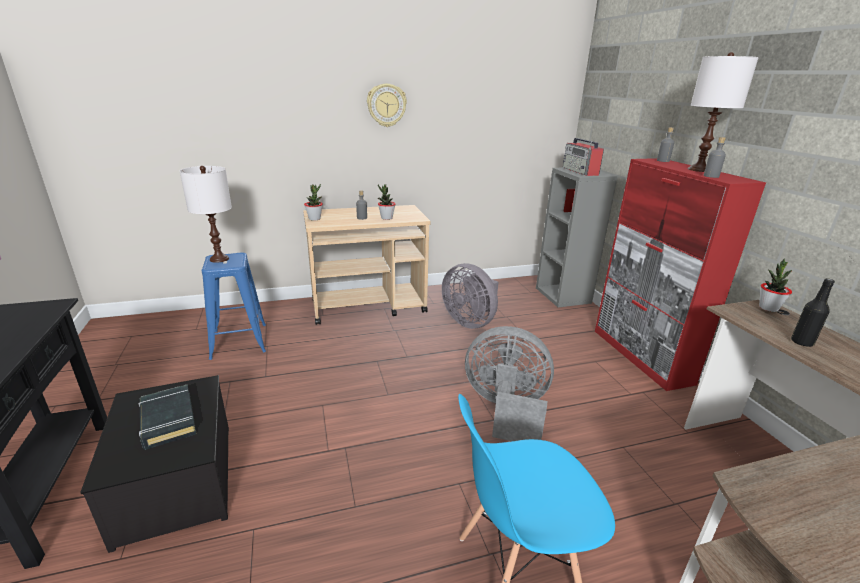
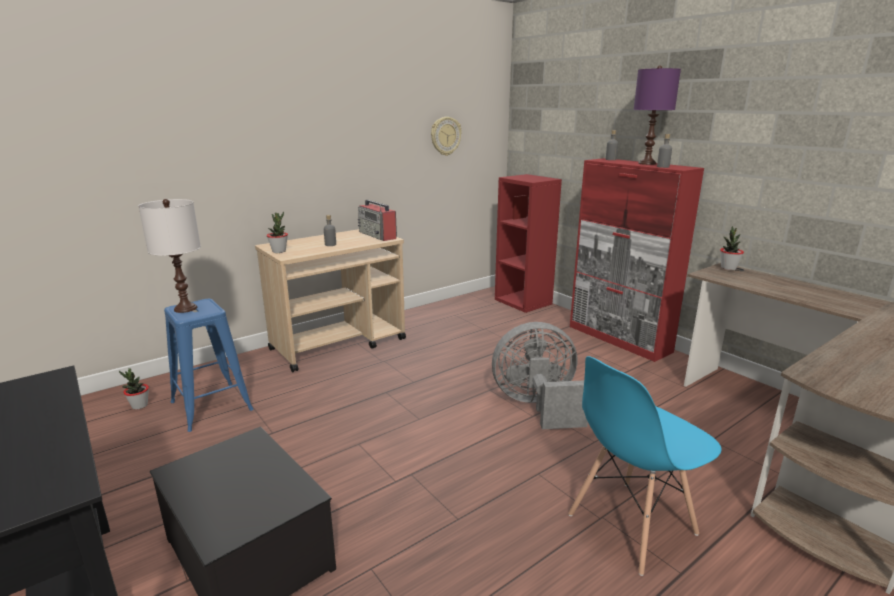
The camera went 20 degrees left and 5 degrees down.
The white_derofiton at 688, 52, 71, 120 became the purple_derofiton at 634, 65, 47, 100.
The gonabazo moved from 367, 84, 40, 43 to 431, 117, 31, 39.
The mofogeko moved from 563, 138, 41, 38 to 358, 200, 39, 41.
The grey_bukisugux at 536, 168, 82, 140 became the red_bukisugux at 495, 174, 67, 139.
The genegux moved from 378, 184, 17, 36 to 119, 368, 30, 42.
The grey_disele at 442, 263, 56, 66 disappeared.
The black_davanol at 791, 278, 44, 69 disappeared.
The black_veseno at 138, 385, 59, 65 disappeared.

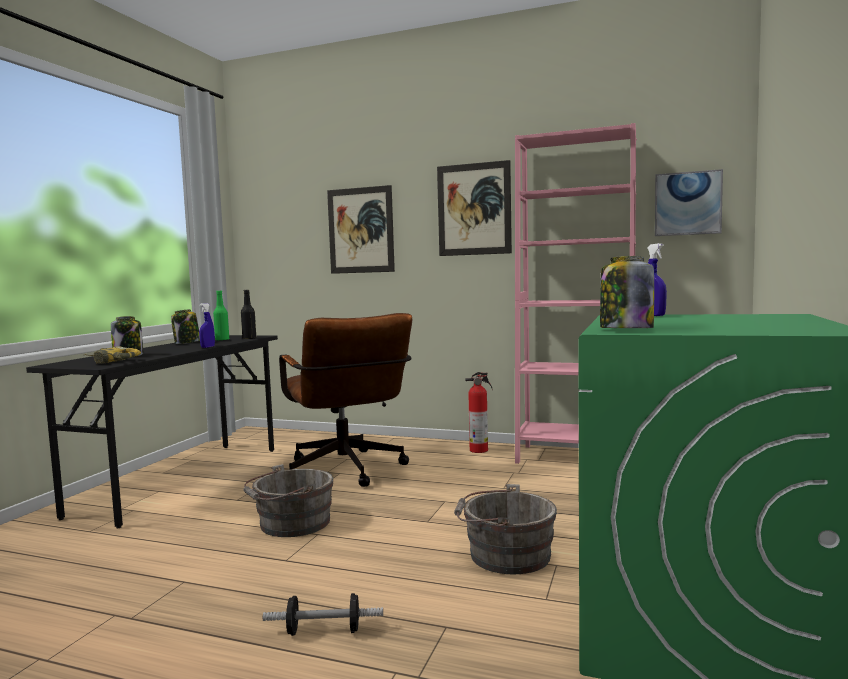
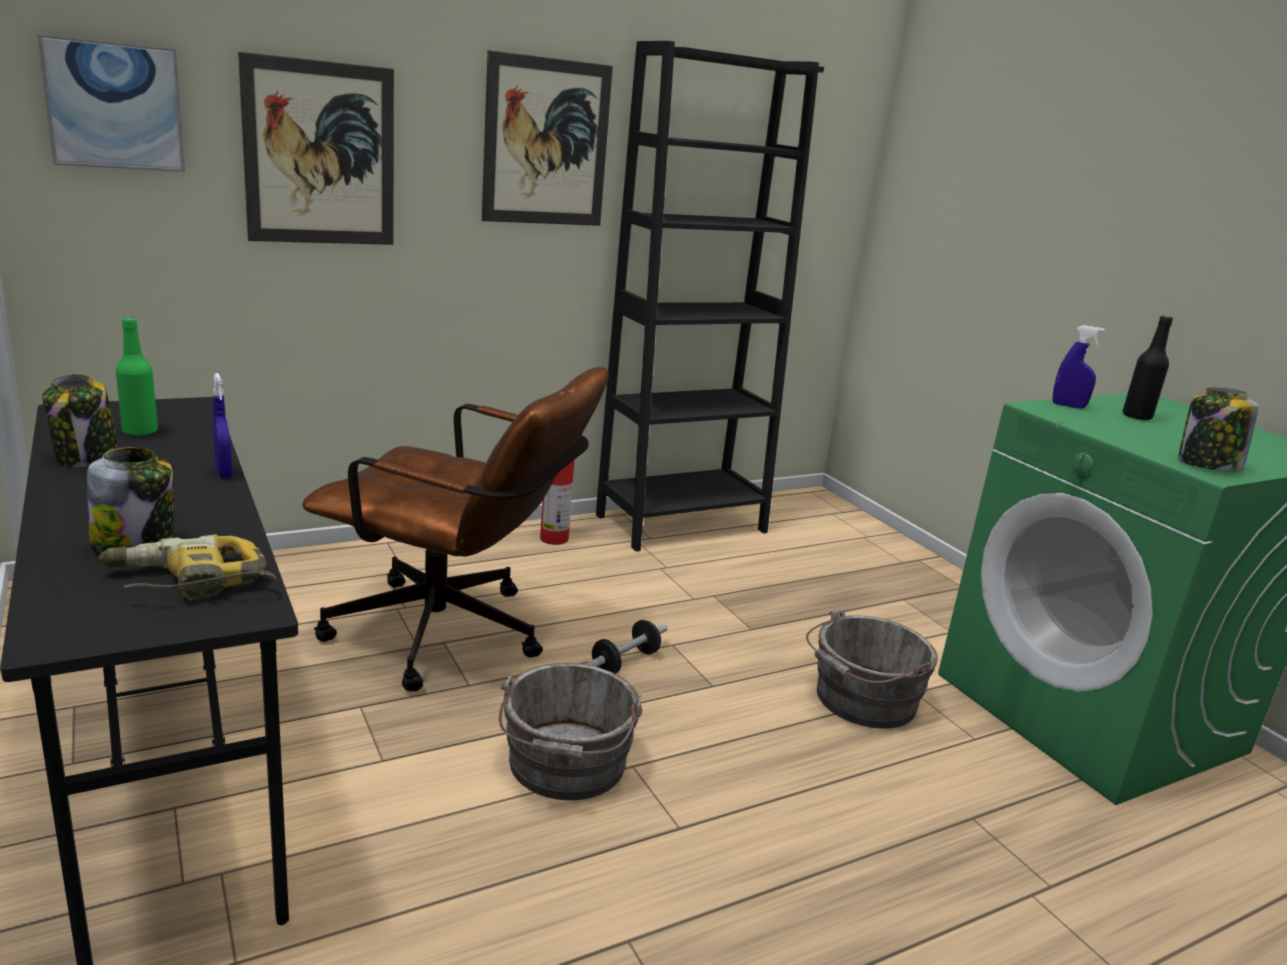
The camera went 50 degrees left and 15 degrees up.
The pink_bukisugux at 515, 123, 122, 341 became the black_bukisugux at 596, 41, 228, 510.
The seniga moved from 655, 169, 68, 67 to 38, 34, 147, 138.
The black_davanol moved from 241, 290, 15, 49 to 1122, 315, 51, 105.
The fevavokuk moved from 263, 593, 120, 43 to 586, 620, 82, 54.

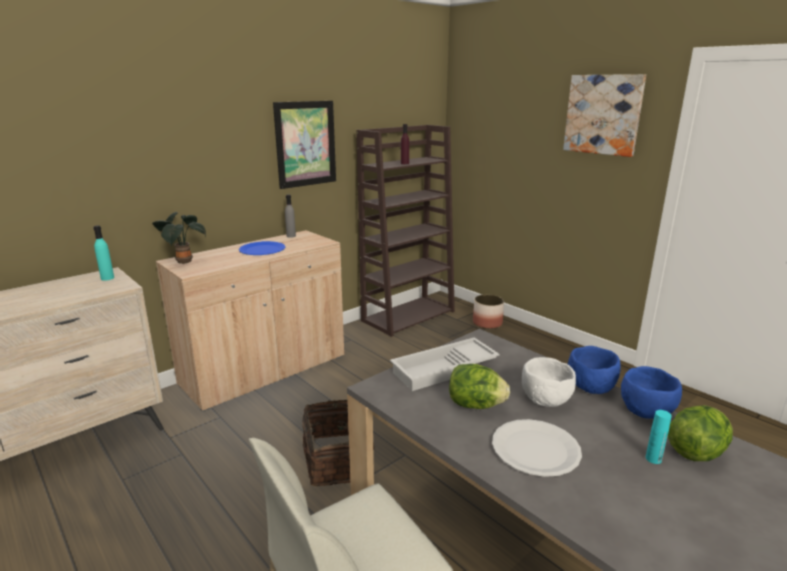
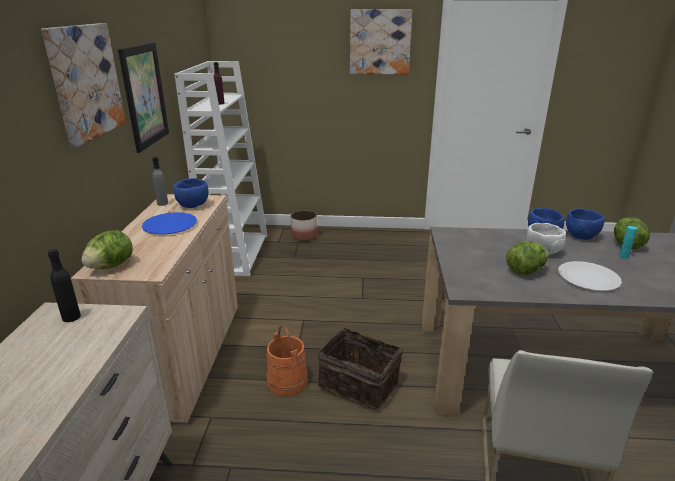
The camera went 45 degrees left and 5 degrees up.
The brown_bukisugux at 356, 125, 99, 212 became the white_bukisugux at 174, 61, 94, 215.
The genegux at 152, 212, 54, 52 was replaced by the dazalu at 81, 230, 52, 39.
The turquoise_davanol at 93, 225, 21, 56 became the black_davanol at 48, 249, 33, 73.
The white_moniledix at 390, 337, 110, 54 disappeared.
The seniga at 41, 23, 85, 124 appeared.
The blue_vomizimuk at 174, 178, 35, 30 appeared.
The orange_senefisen at 267, 325, 41, 71 appeared.

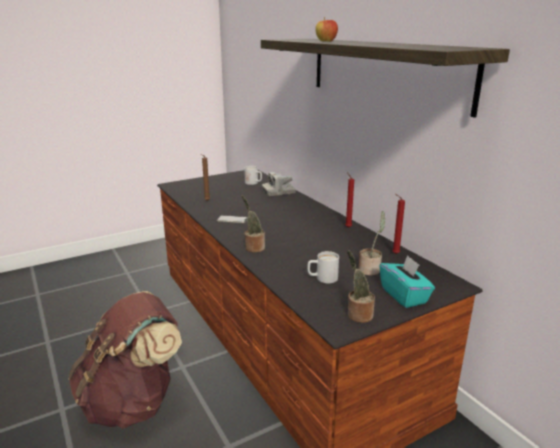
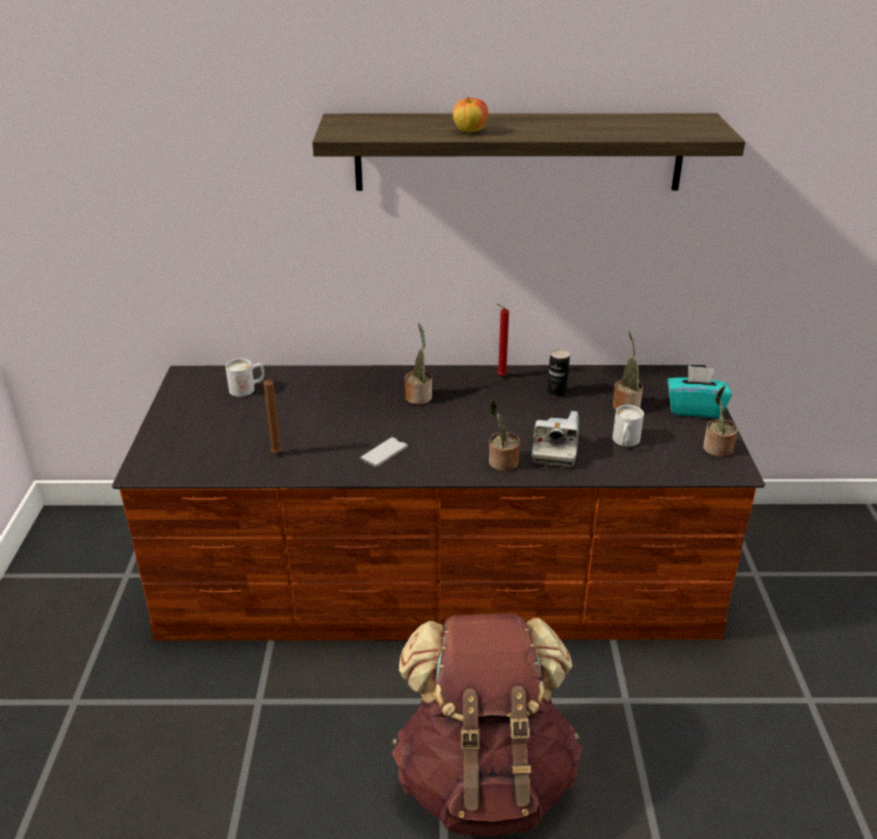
The camera went 60 degrees left and 10 degrees up.
The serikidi moved from 262, 172, 34, 24 to 531, 411, 48, 56.
The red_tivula at 392, 194, 13, 60 disappeared.
The genegux at 405, 323, 27, 81 appeared.
The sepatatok at 547, 349, 23, 48 appeared.

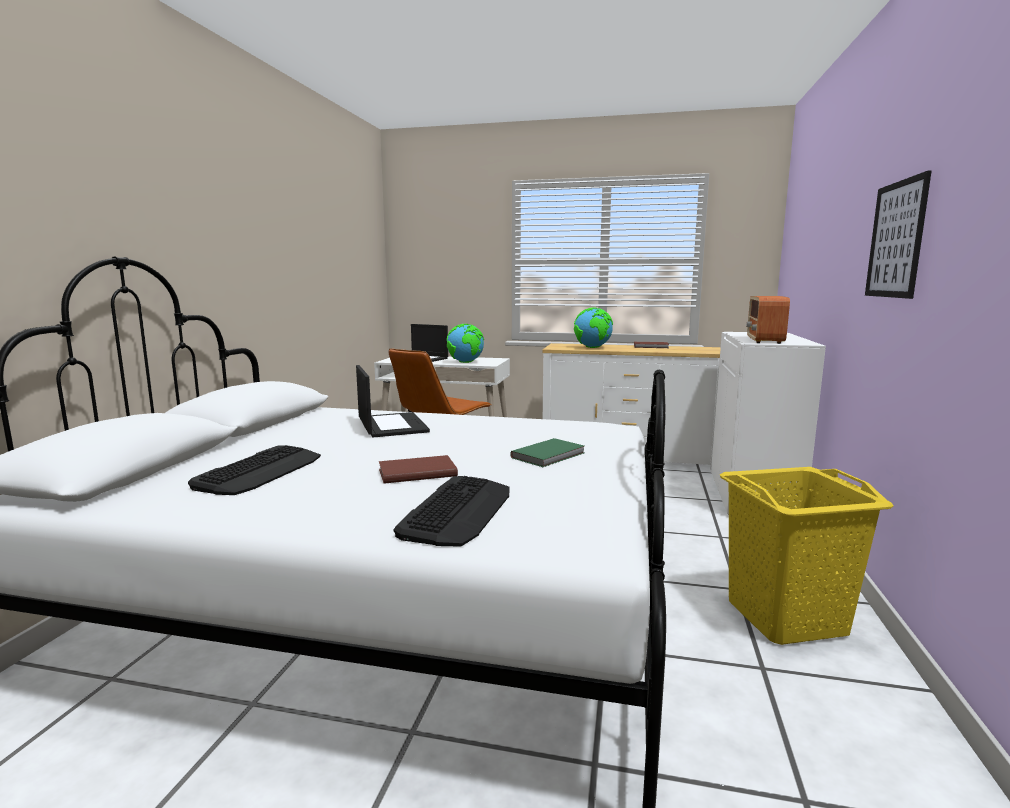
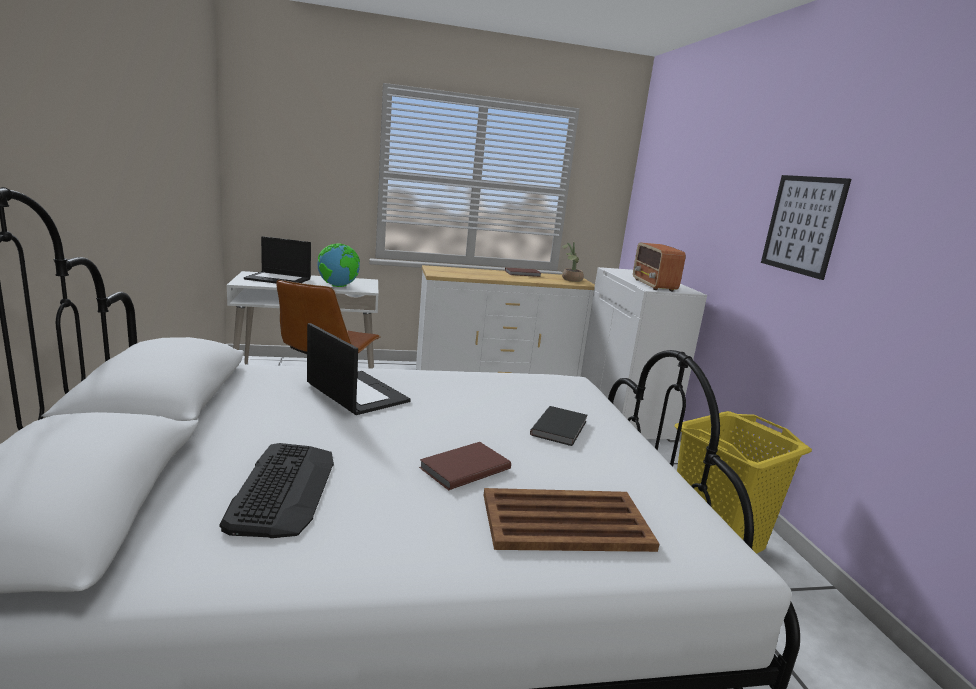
The camera went 25 degrees left and 5 degrees up.
The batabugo at 574, 307, 39, 41 disappeared.
The green_veseno at 510, 438, 74, 29 became the black_veseno at 530, 406, 57, 40.
The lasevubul at 393, 476, 116, 71 was replaced by the brown_moniledix at 484, 488, 175, 64.
The genegux at 562, 242, 22, 40 appeared.

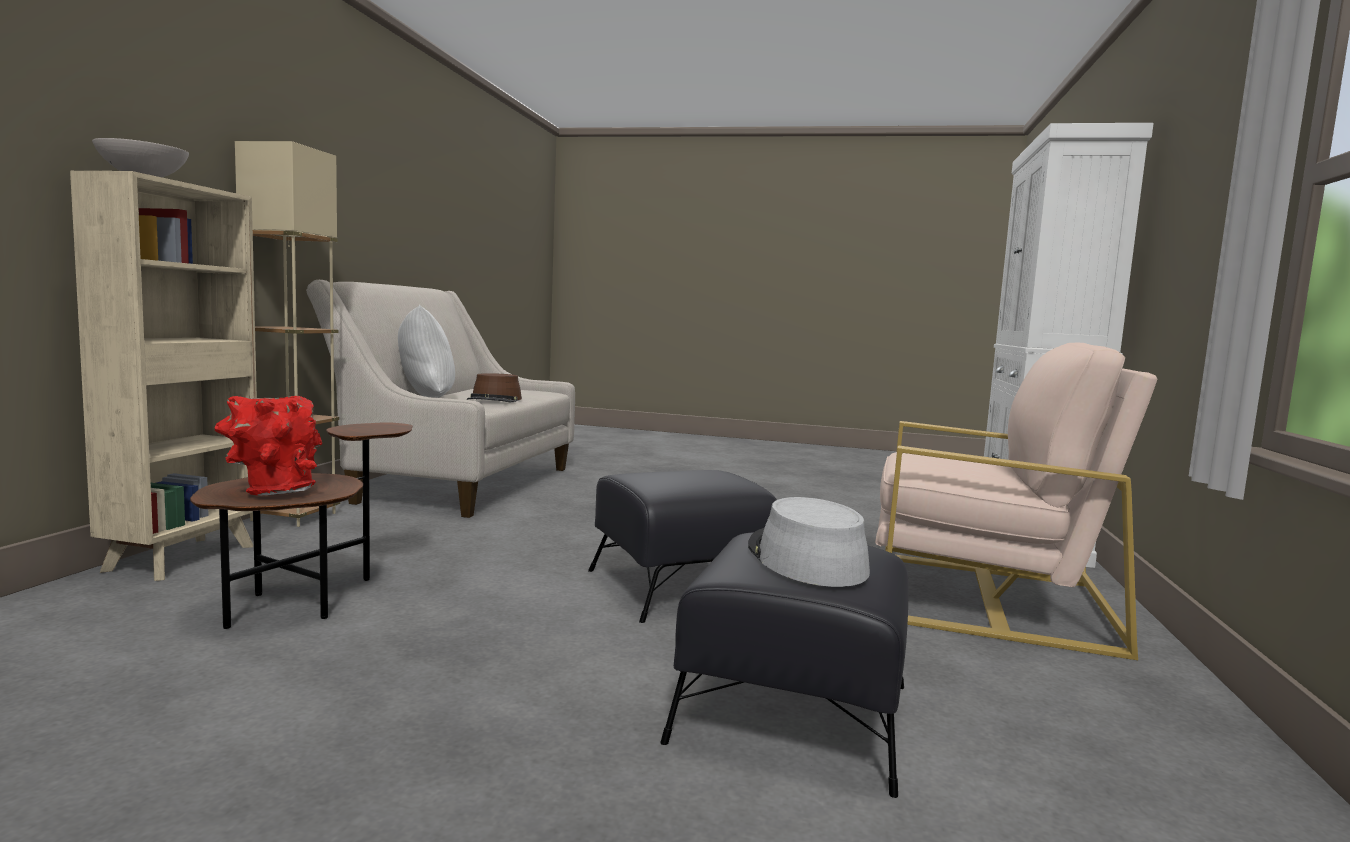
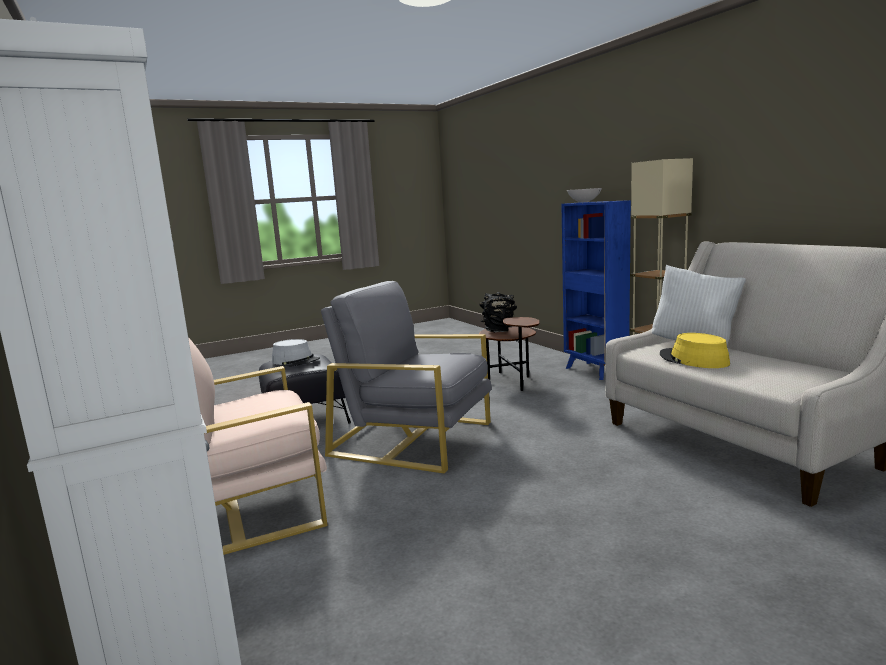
The camera went 140 degrees right and 5 degrees up.
The beige_bukisugux at 70, 171, 187, 410 became the blue_bukisugux at 561, 200, 70, 180.
The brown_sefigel at 467, 373, 55, 29 became the yellow_sefigel at 660, 333, 70, 35.
The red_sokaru at 215, 396, 107, 100 became the black_sokaru at 479, 292, 38, 41.
The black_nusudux at 588, 470, 189, 153 was replaced by the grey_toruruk at 321, 281, 170, 193.

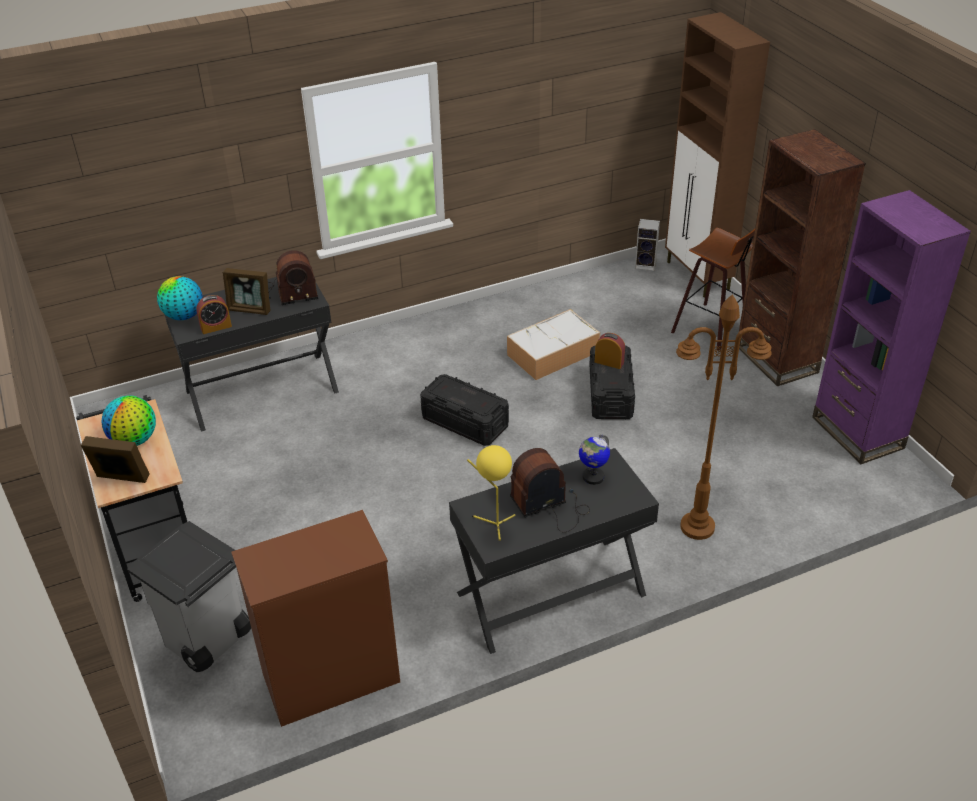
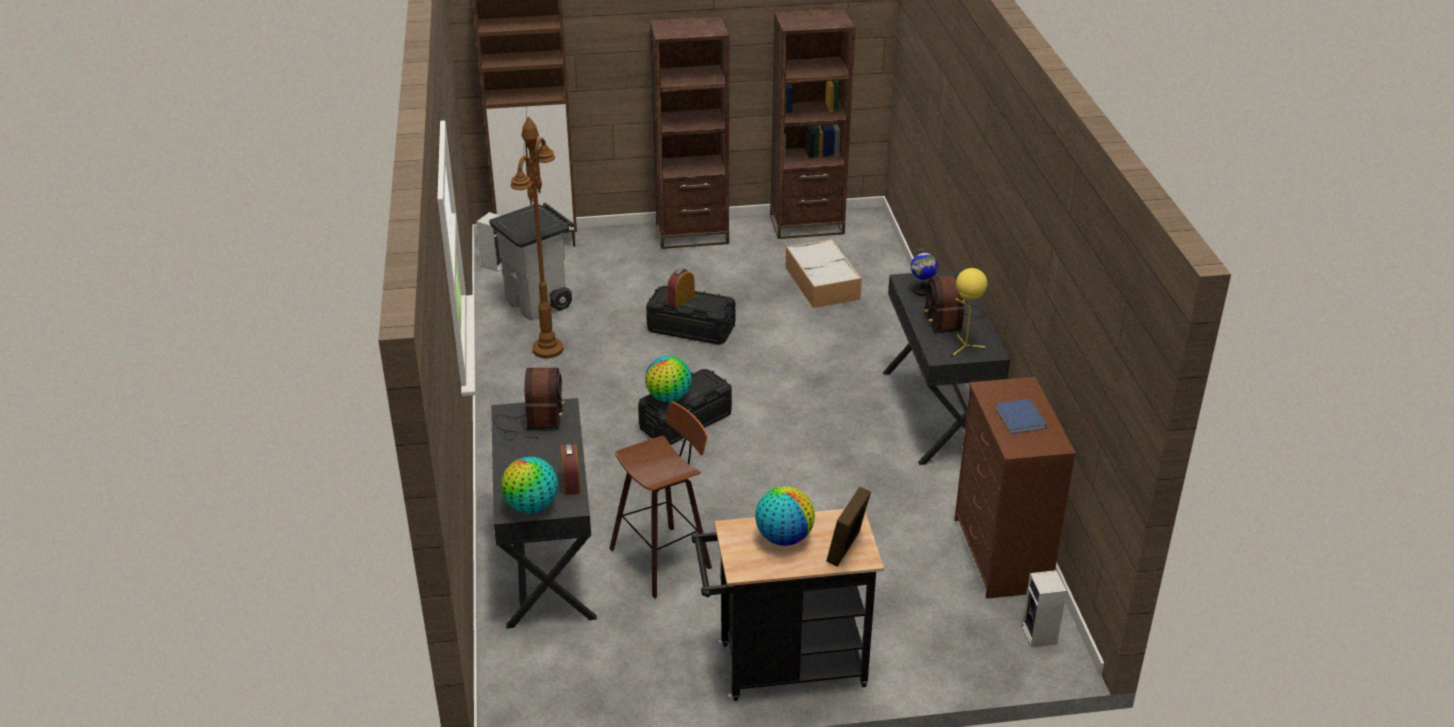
The camera went 75 degrees left and 5 degrees down.
The purple_bukisugux at 812, 190, 159, 274 became the brown_bukisugux at 770, 8, 85, 231.
The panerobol moved from 671, 228, 84, 122 to 610, 401, 102, 198.
The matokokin at 223, 268, 47, 47 disappeared.
The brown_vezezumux moved from 676, 295, 96, 245 to 511, 117, 52, 241.
The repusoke moved from 507, 309, 93, 71 to 785, 239, 77, 69.
The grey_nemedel moved from 127, 521, 124, 151 to 489, 203, 85, 118.
The batabugo at 645, 356, 47, 46 appeared.
The blue_veseno at 995, 399, 52, 35 appeared.
The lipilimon at 1022, 570, 45, 77 appeared.

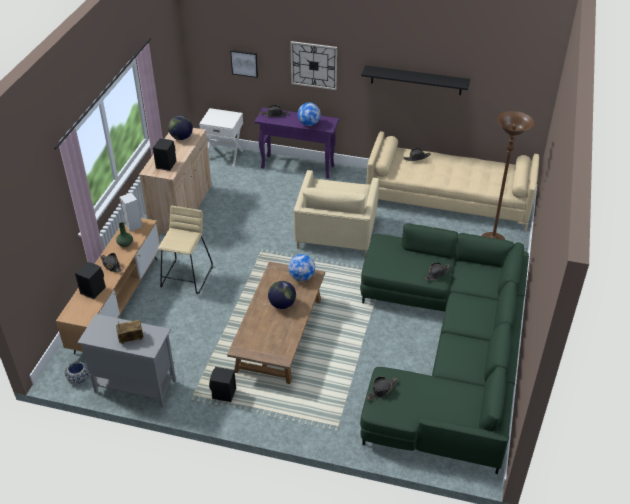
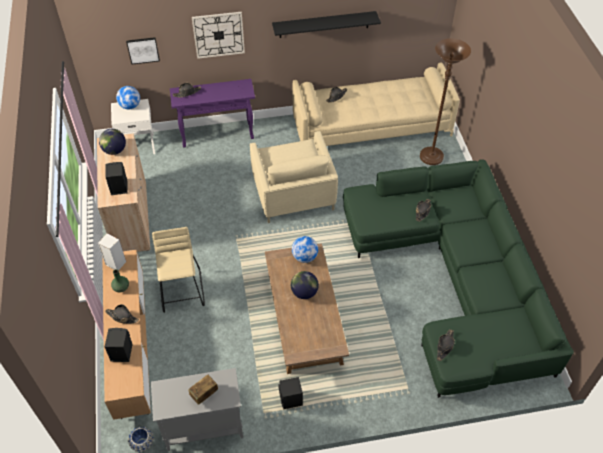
The camera went 25 degrees left and 10 degrees up.
The batabugo moved from 298, 103, 23, 23 to 116, 86, 24, 24.

